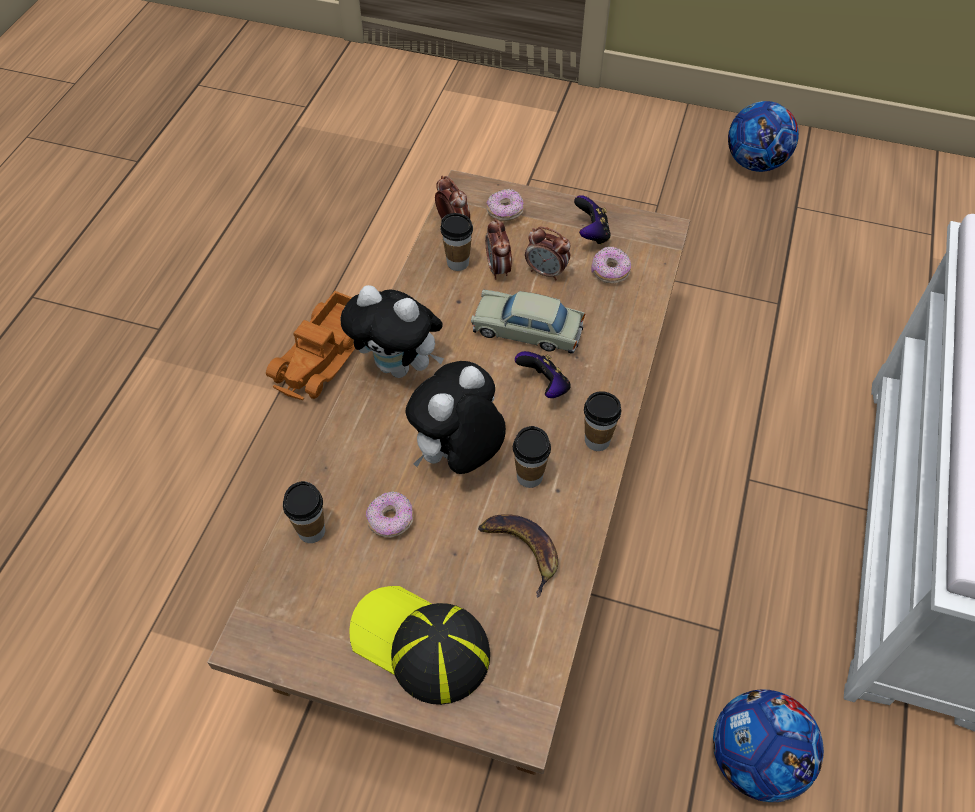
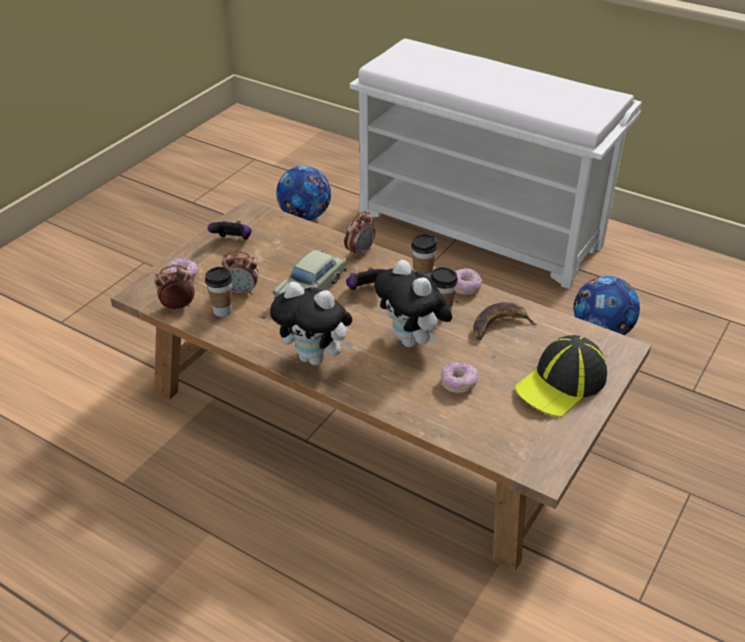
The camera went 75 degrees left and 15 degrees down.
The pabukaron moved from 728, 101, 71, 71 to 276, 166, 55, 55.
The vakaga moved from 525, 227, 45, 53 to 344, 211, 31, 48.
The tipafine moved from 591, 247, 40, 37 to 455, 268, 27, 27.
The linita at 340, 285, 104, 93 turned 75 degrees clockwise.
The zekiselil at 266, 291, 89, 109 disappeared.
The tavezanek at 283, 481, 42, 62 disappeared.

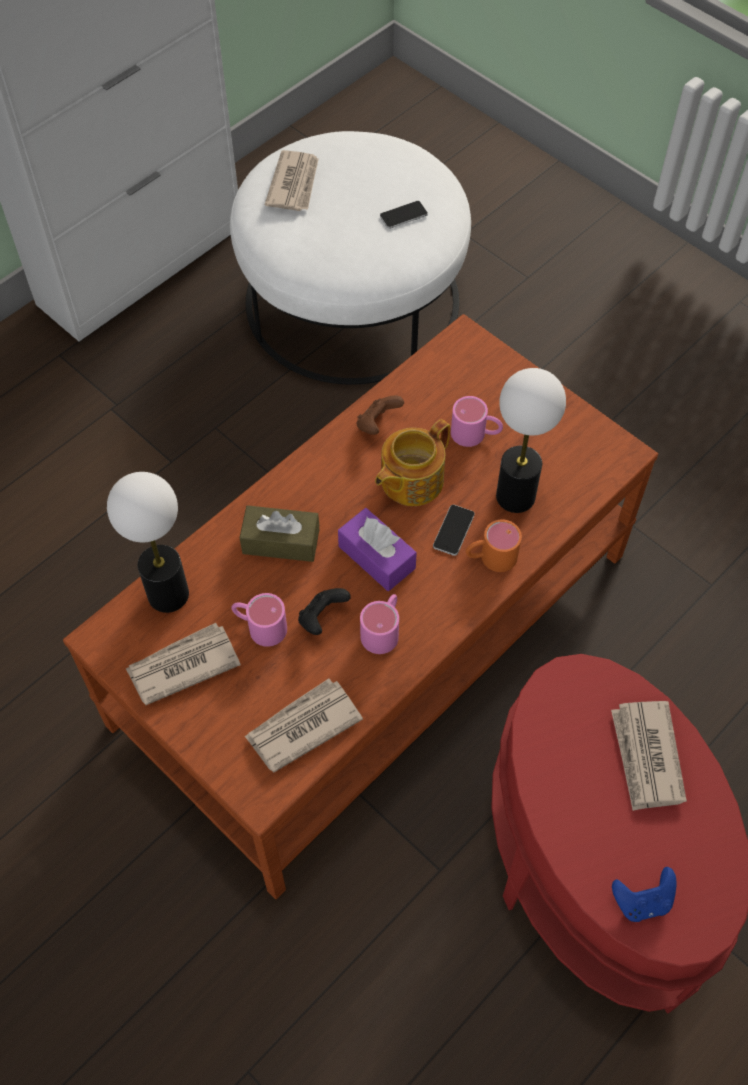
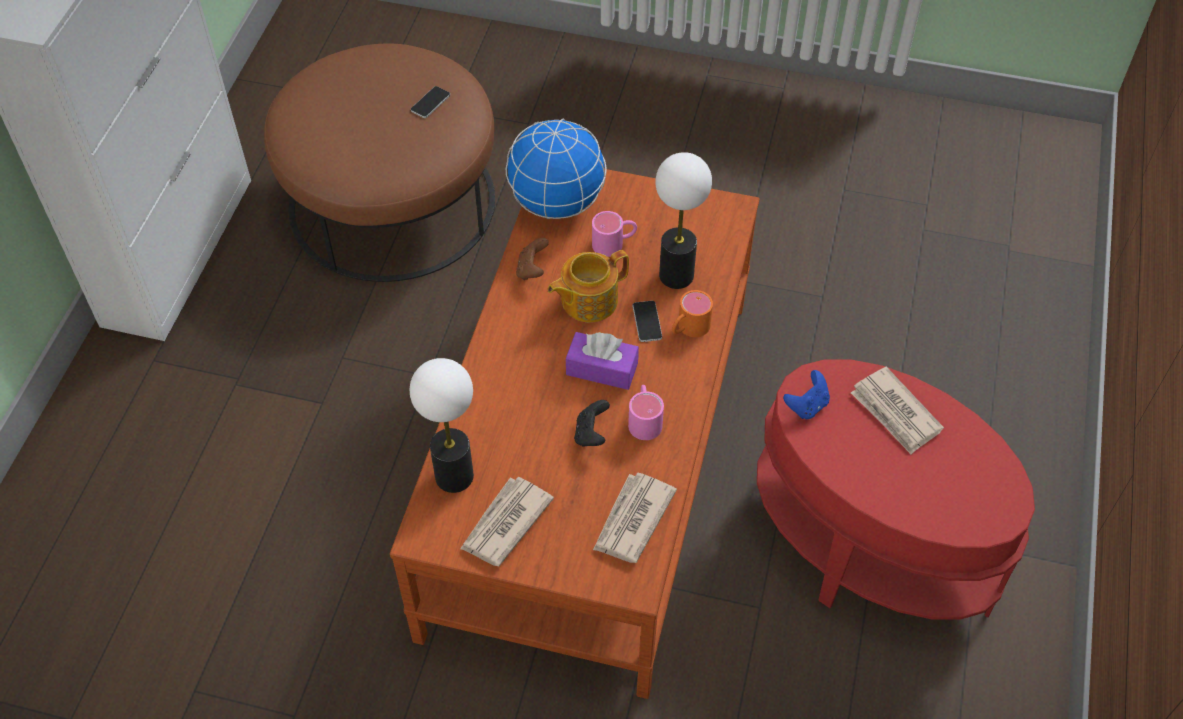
The camera went 30 degrees left and 5 degrees down.
The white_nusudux at 230, 131, 241, 254 became the brown_nusudux at 264, 44, 231, 238.
The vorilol at 265, 150, 54, 61 disappeared.
The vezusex at 375, 419, 75, 87 turned 45 degrees clockwise.
The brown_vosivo at 240, 505, 79, 57 disappeared.
The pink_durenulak at 232, 593, 55, 54 disappeared.
The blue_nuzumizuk moved from 612, 867, 64, 55 to 783, 370, 47, 49.
The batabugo at 506, 119, 101, 100 appeared.

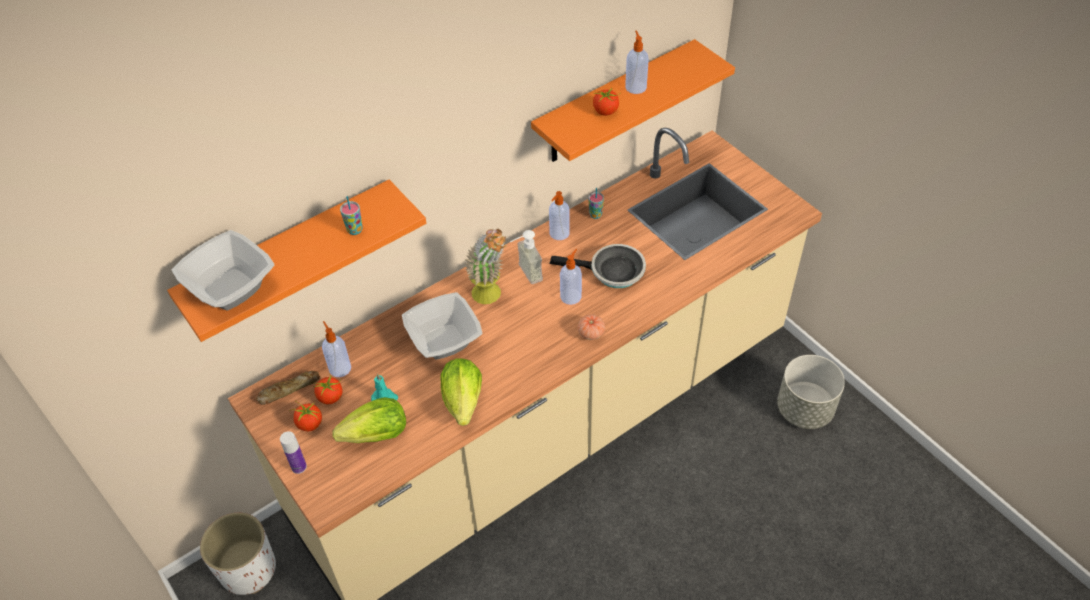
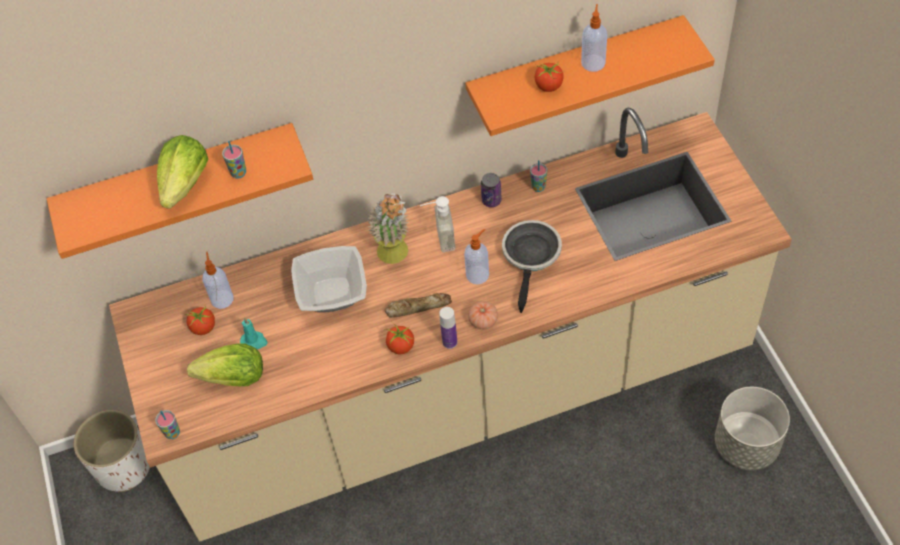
The camera went 20 degrees right and 5 degrees up.
The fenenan at 549, 191, 21, 49 was replaced by the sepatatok at 481, 173, 21, 34.
The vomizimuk at 172, 230, 102, 80 disappeared.
The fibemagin at 550, 244, 96, 44 turned 105 degrees counterclockwise.
The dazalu moved from 441, 358, 41, 68 to 157, 135, 51, 74.
The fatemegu moved from 256, 371, 64, 34 to 385, 293, 67, 25.
The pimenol moved from 291, 401, 31, 31 to 384, 321, 30, 33.
The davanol moved from 280, 431, 27, 43 to 439, 307, 18, 42.
The tavezanek at 155, 410, 25, 29 appeared.

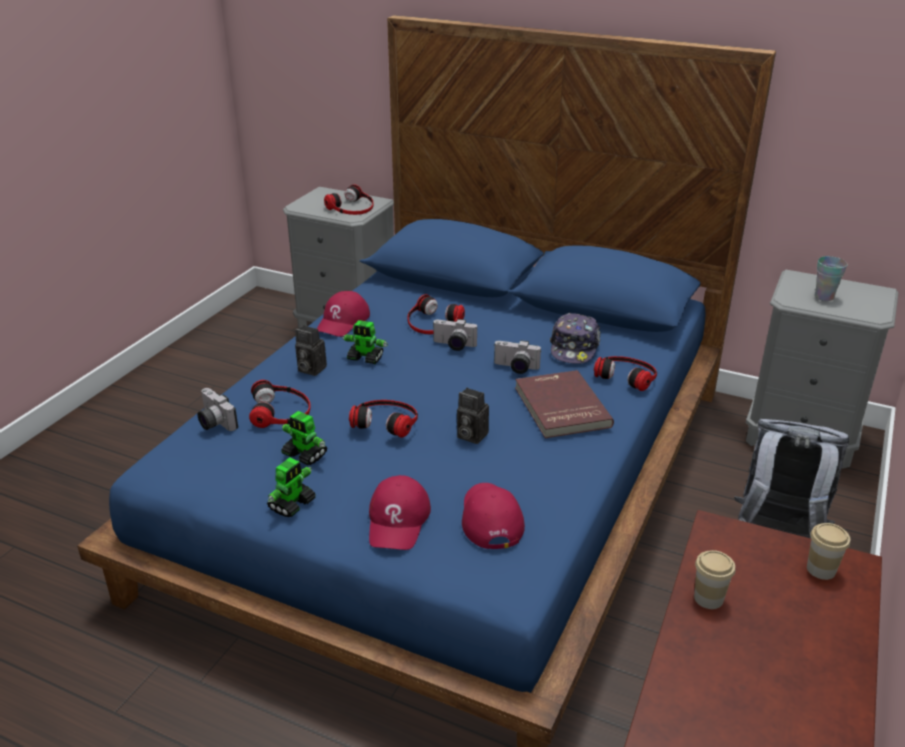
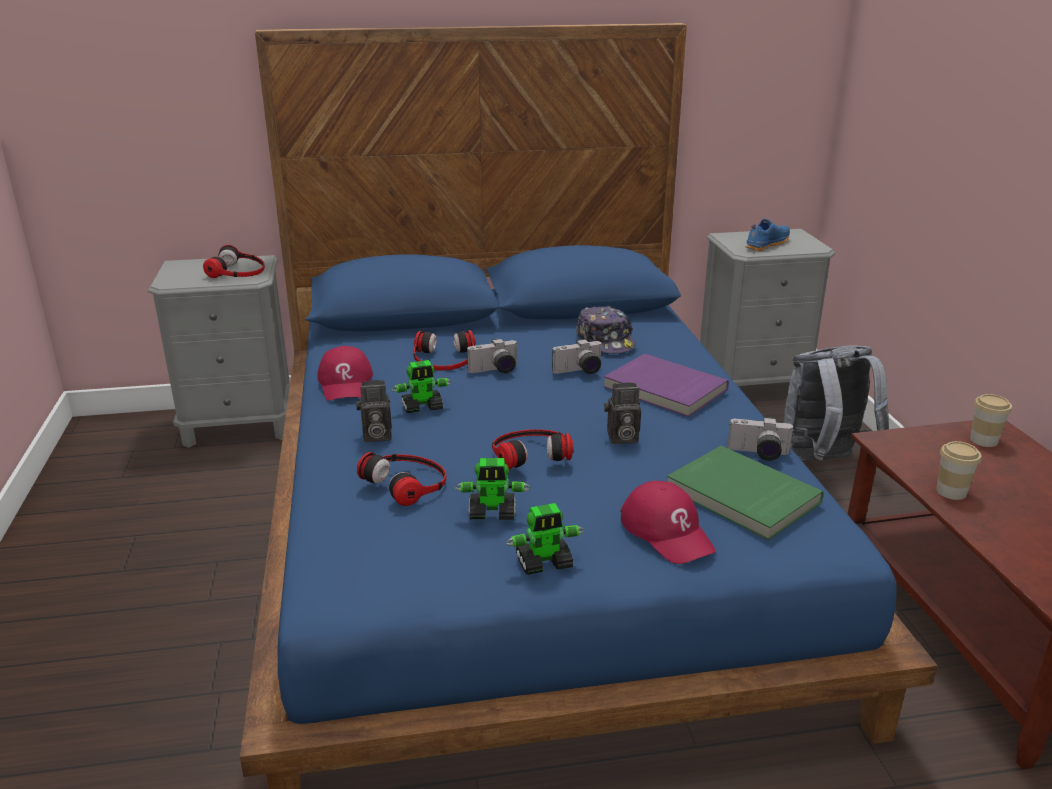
The camera went 35 degrees left and 5 degrees down.
The tavezanek at 815, 256, 33, 45 was replaced by the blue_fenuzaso at 746, 219, 44, 32.
The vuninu at 594, 356, 63, 35 disappeared.
The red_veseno at 515, 370, 99, 68 became the purple_veseno at 603, 354, 126, 63.
The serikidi moved from 198, 388, 40, 43 to 727, 417, 68, 44.
The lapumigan at 267, 457, 49, 60 turned 75 degrees clockwise.
The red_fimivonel at 462, 483, 63, 66 was replaced by the green_veseno at 667, 446, 157, 94.

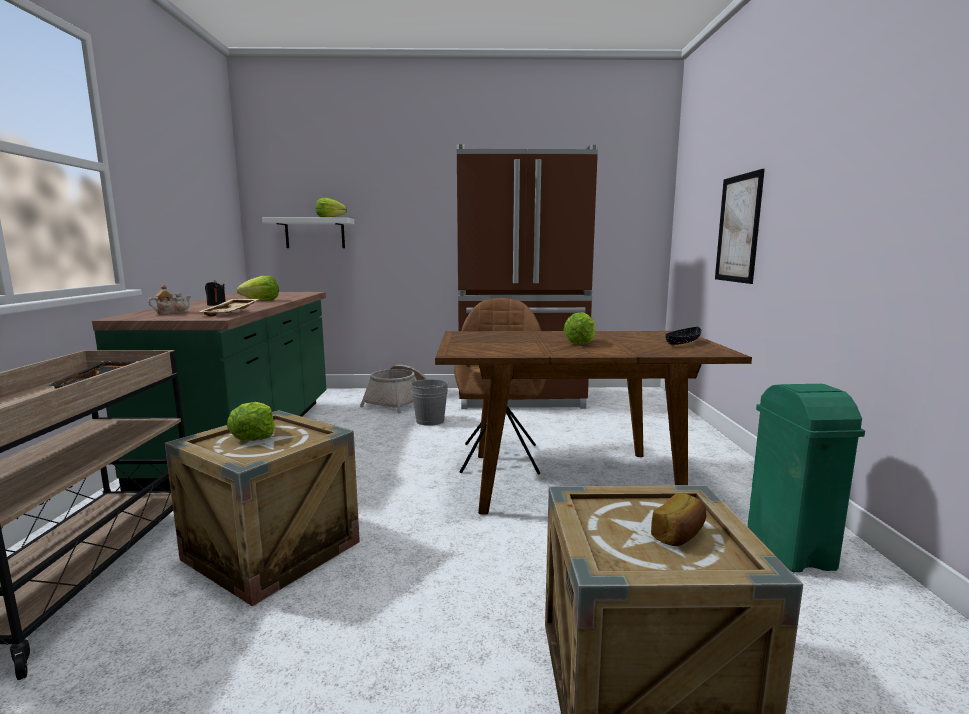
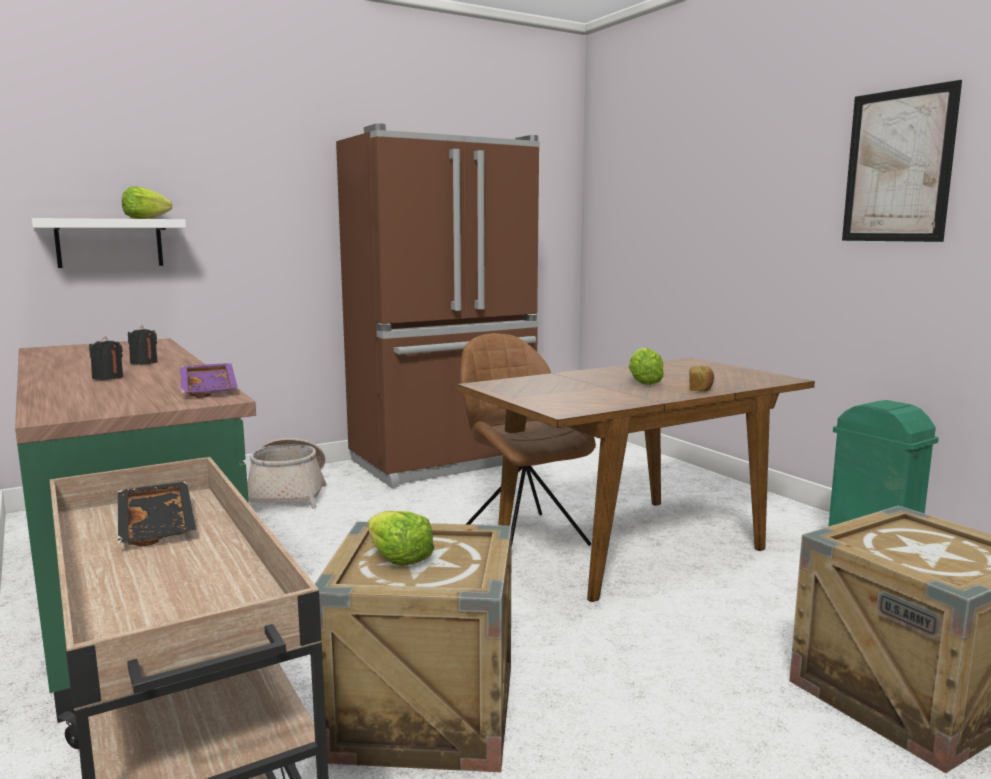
The camera went 30 degrees left and 0 degrees up.
The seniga moved from 715, 169, 50, 115 to 842, 80, 120, 162.
The dazalu at 237, 276, 42, 24 was replaced by the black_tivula at 128, 325, 30, 40.
The vezusex at 148, 285, 43, 30 disappeared.
The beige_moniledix at 199, 299, 60, 17 became the purple_moniledix at 180, 363, 58, 35.
The black_vomizimuk at 665, 326, 37, 19 disappeared.
The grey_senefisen at 411, 379, 37, 47 disappeared.
The fatemegu moved from 651, 494, 56, 52 to 689, 366, 25, 26.

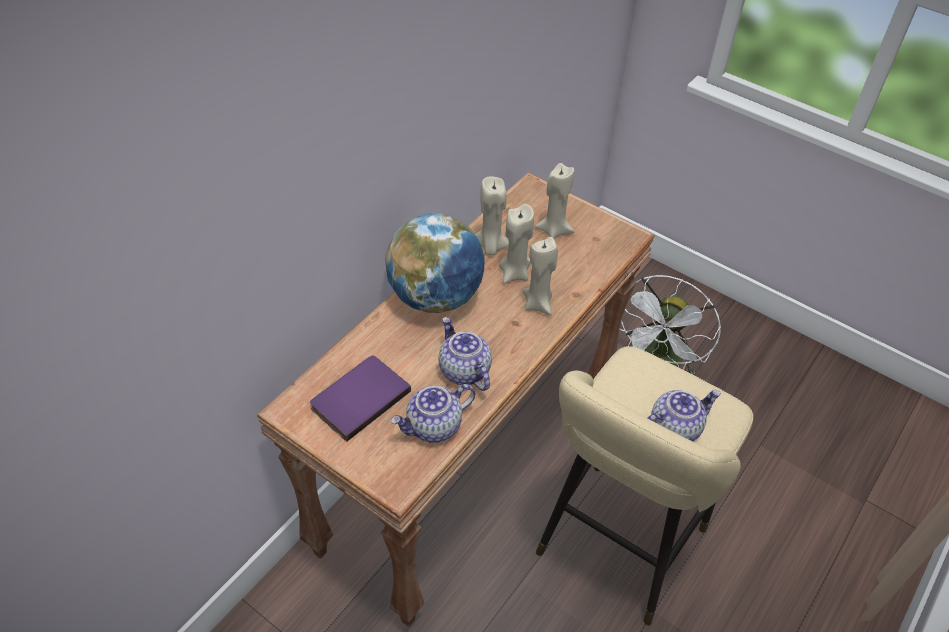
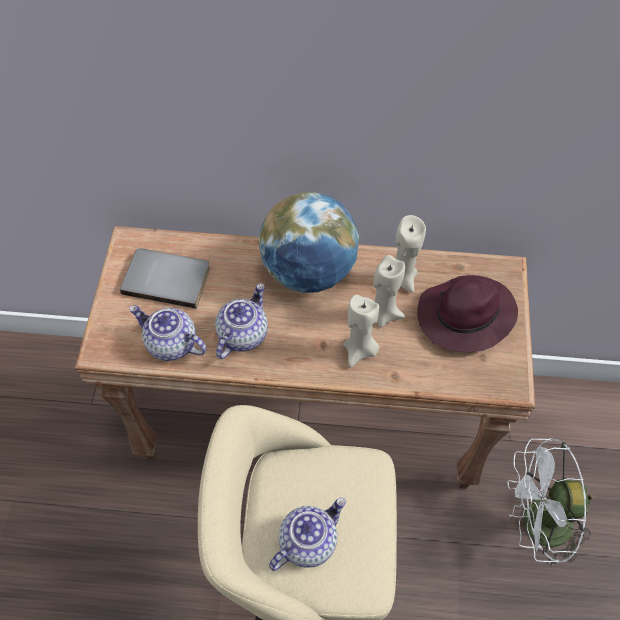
The camera went 60 degrees right and 10 degrees up.
The beige_tivula at 535, 163, 40, 76 was replaced by the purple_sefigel at 417, 275, 101, 77.
The purple_veseno at 310, 356, 101, 86 became the grey_veseno at 120, 248, 90, 61.
The vezusex at 648, 390, 73, 51 turned 75 degrees counterclockwise.

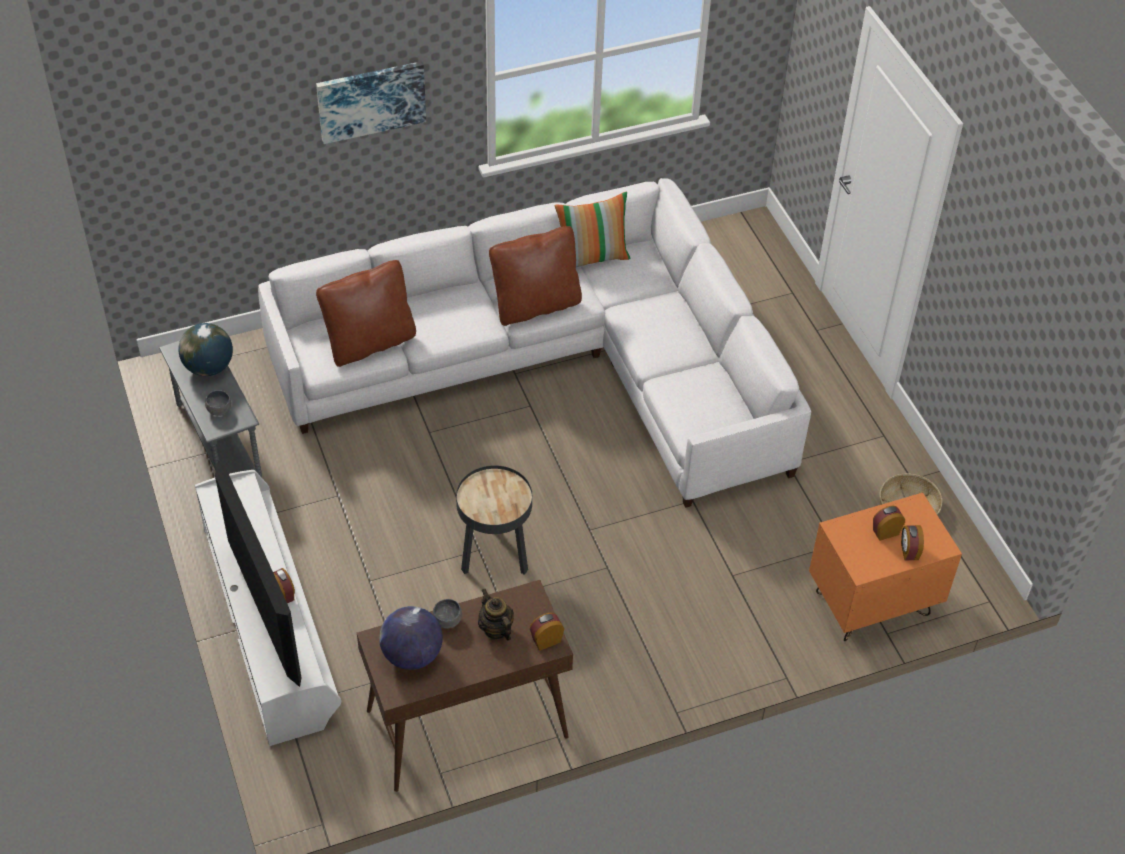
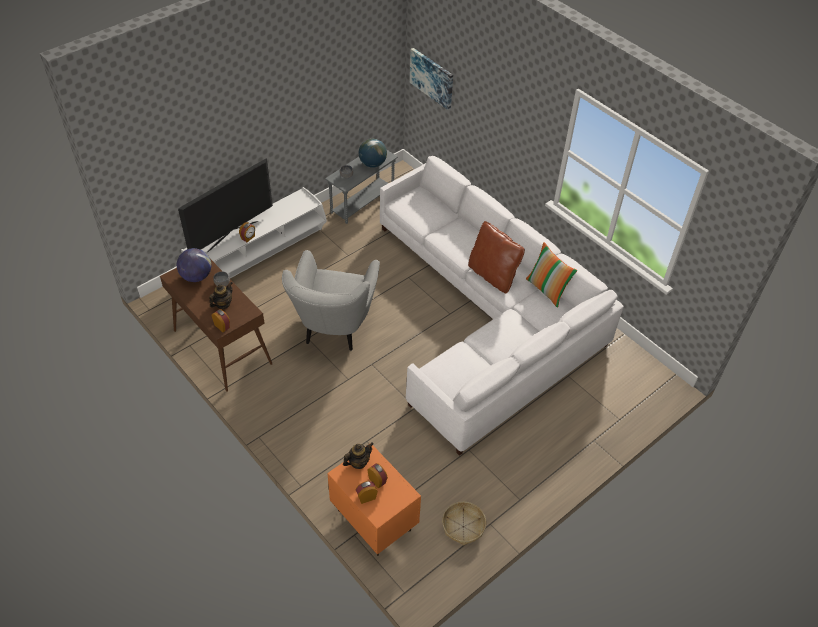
The camera went 70 degrees right and 0 degrees up.
The seniga moved from 316, 61, 110, 83 to 410, 48, 43, 62.
The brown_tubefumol at 316, 260, 100, 107 disappeared.
The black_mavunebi at 456, 465, 76, 110 was replaced by the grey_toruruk at 282, 250, 98, 101.
The vezusex at 343, 443, 30, 26 appeared.

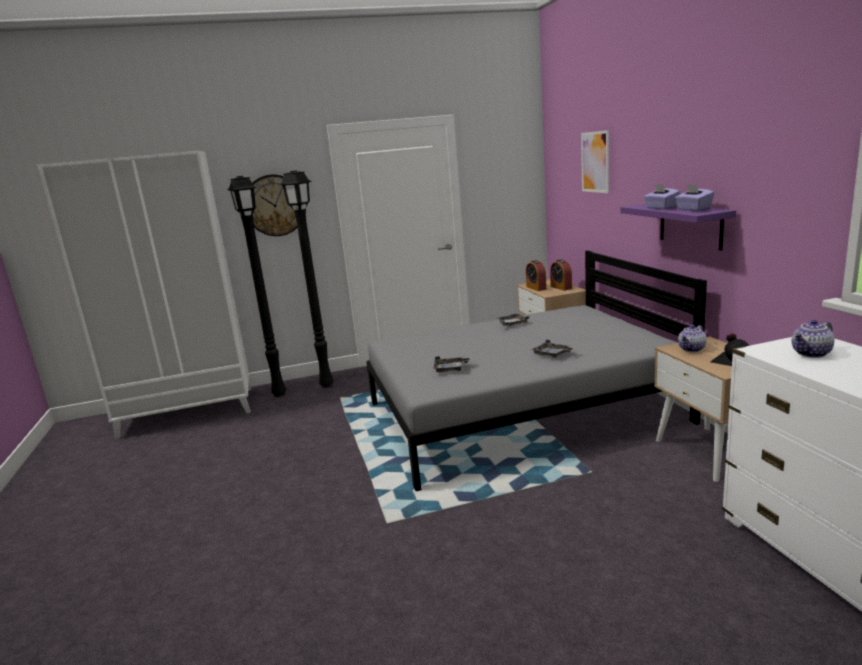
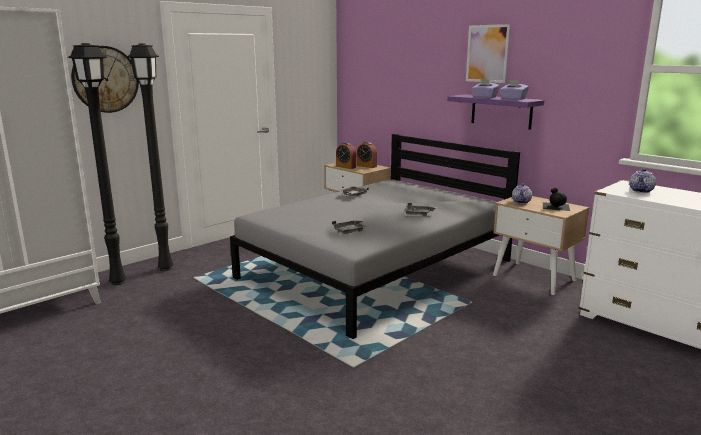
The camera went 30 degrees left and 0 degrees up.
The seniga moved from 581, 130, 28, 63 to 466, 24, 45, 59.

